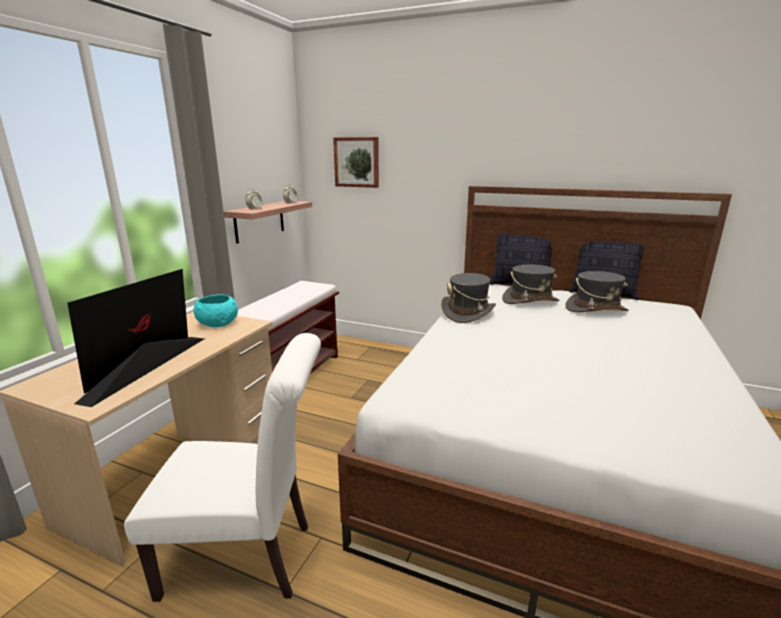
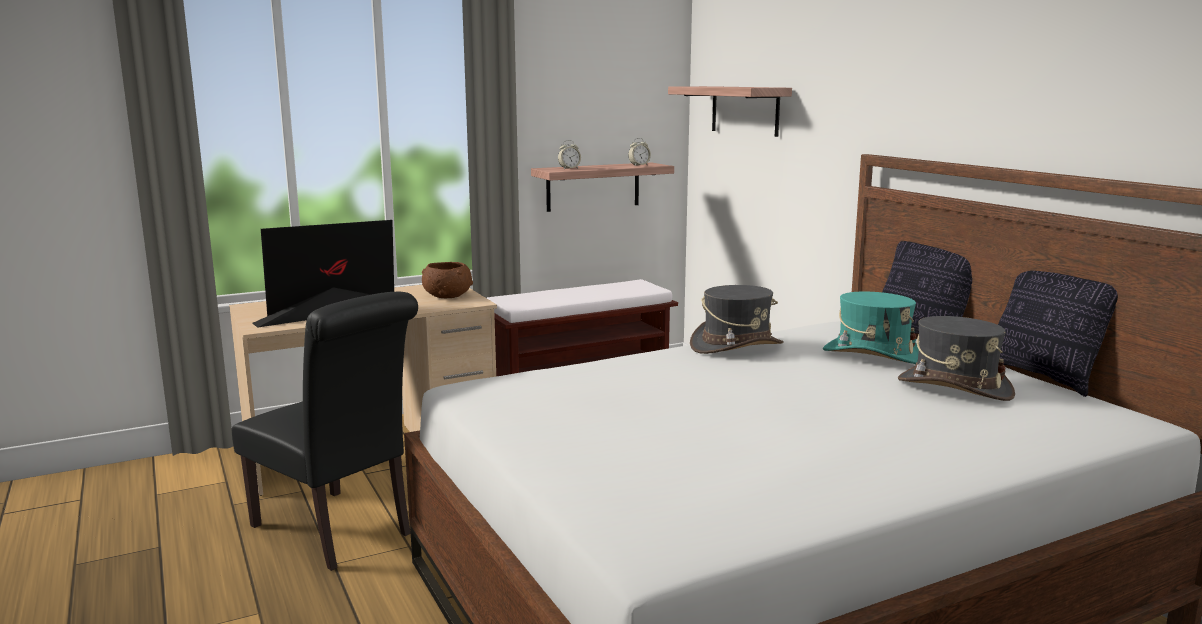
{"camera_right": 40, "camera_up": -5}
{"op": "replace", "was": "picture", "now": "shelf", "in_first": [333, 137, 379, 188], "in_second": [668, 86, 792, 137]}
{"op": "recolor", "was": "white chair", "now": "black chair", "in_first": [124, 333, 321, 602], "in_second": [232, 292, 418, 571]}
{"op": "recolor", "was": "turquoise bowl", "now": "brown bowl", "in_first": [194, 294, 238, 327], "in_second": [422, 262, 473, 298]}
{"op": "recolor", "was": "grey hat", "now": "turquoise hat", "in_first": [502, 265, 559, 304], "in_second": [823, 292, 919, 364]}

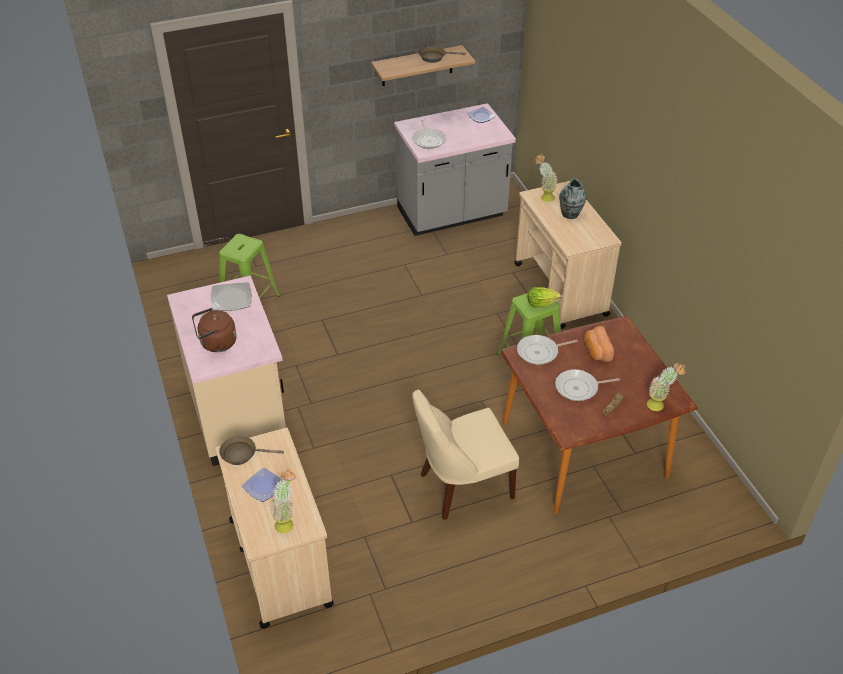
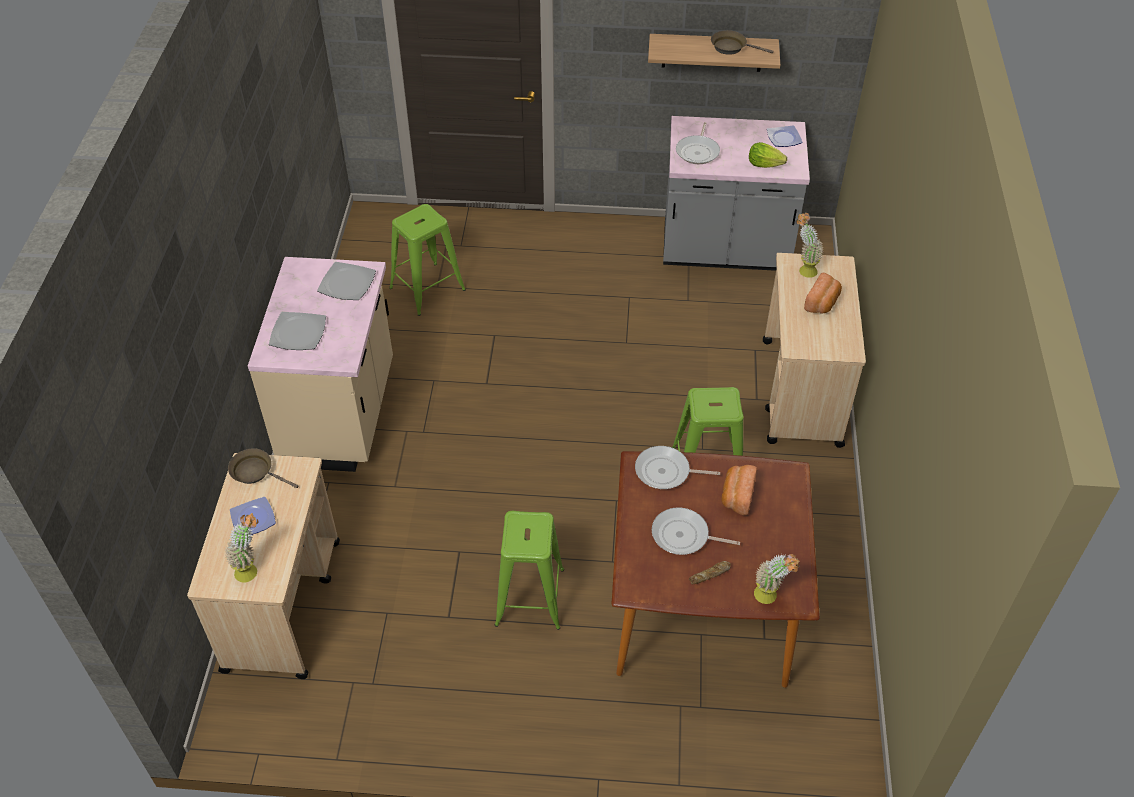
{"camera_right": 25, "camera_up": 5}
{"op": "move", "was": "lettuce", "in_first": [528, 287, 561, 308], "in_second": [749, 142, 787, 168]}
{"op": "replace", "was": "brown kettle", "now": "plate", "in_first": [192, 308, 237, 352], "in_second": [269, 312, 326, 350]}
{"op": "replace", "was": "beige chair", "now": "green stool", "in_first": [412, 389, 519, 520], "in_second": [495, 511, 564, 630]}
{"op": "replace", "was": "vase", "now": "bread", "in_first": [559, 177, 586, 219], "in_second": [804, 272, 842, 314]}

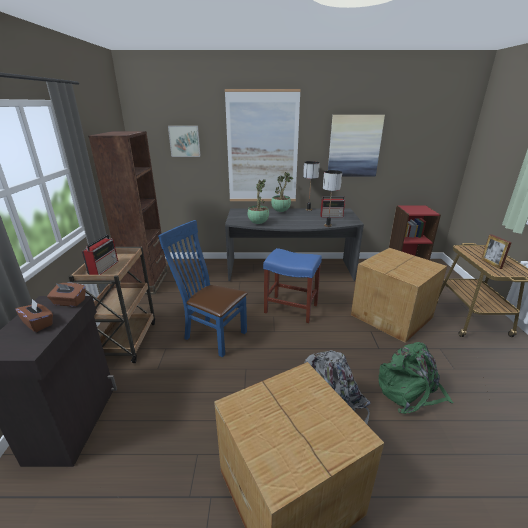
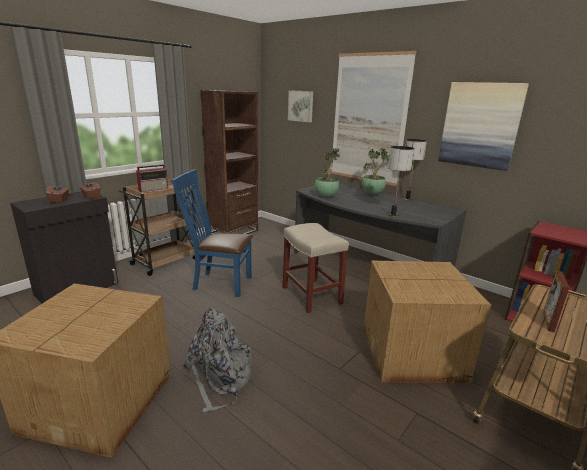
{"camera_right": 40, "camera_up": -5}
{"op": "delete", "was": "radio", "in_first": [320, 196, 345, 217]}
{"op": "delete", "was": "green backpack", "in_first": [379, 342, 454, 414]}
{"op": "recolor", "was": "blue stool", "now": "beige stool", "in_first": [263, 248, 322, 323], "in_second": [283, 223, 349, 313]}
{"op": "rotate", "was": "blue chair", "in_first": [158, 220, 248, 357], "in_second": [172, 169, 253, 297], "clockwise": -60}

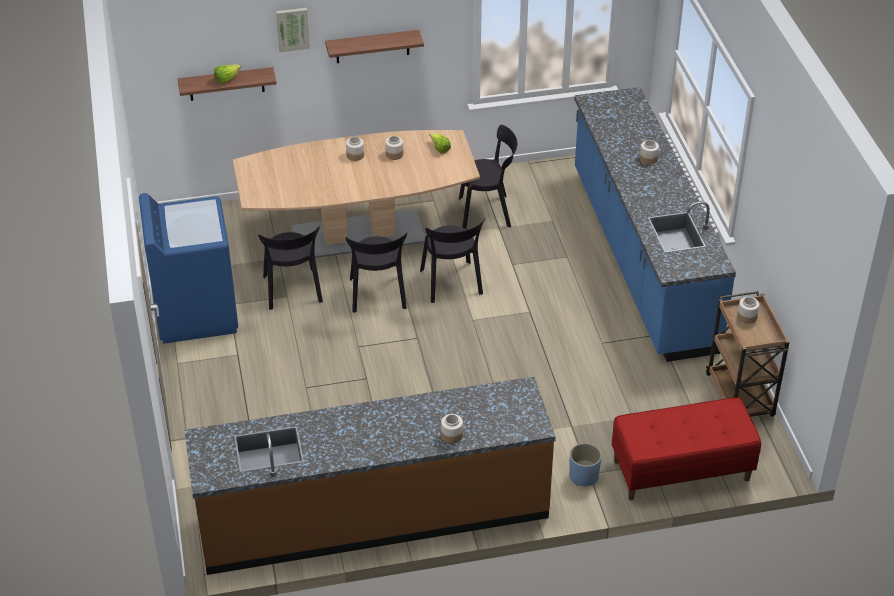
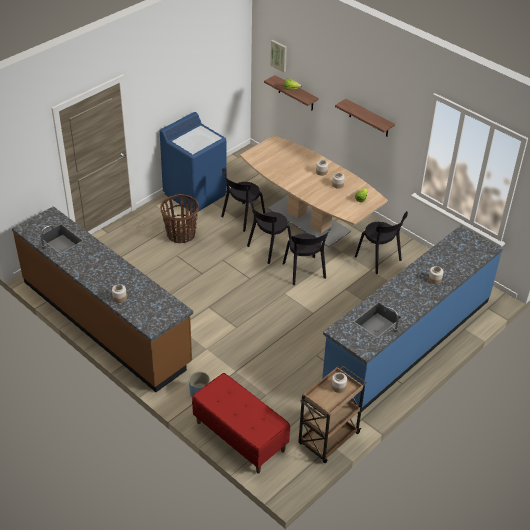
{"camera_right": 55, "camera_up": 0}
{"op": "insert", "now": "basket", "in_second": [160, 194, 199, 243]}
{"op": "move", "was": "picture", "in_first": [276, 8, 310, 52], "in_second": [270, 40, 287, 73]}
{"op": "rotate", "was": "black chair", "in_first": [420, 219, 485, 303], "in_second": [283, 229, 330, 285], "clockwise": -60}

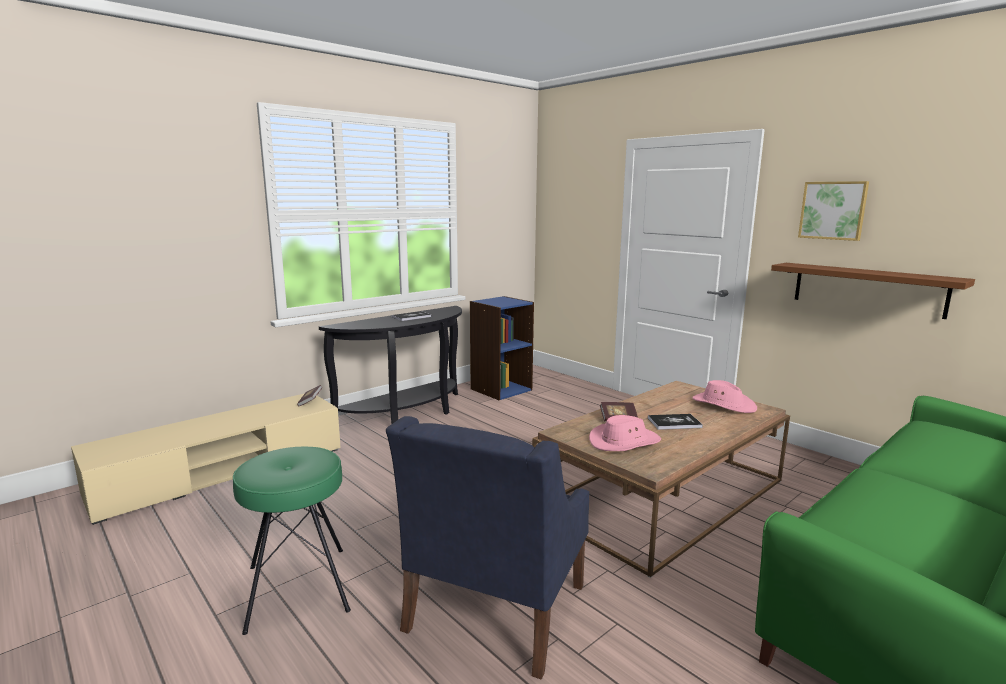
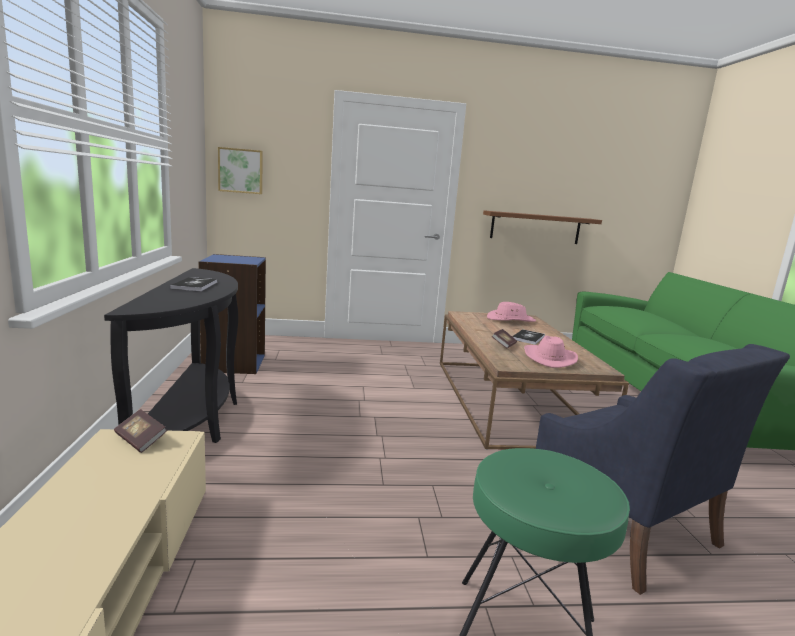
{"camera_right": -55, "camera_up": 0}
{"op": "move", "was": "picture", "in_first": [798, 181, 869, 241], "in_second": [218, 147, 263, 194]}

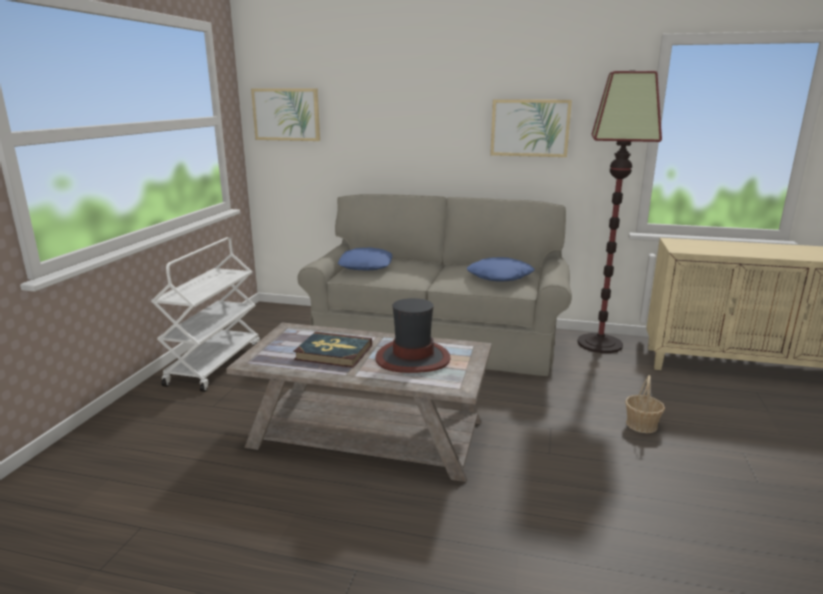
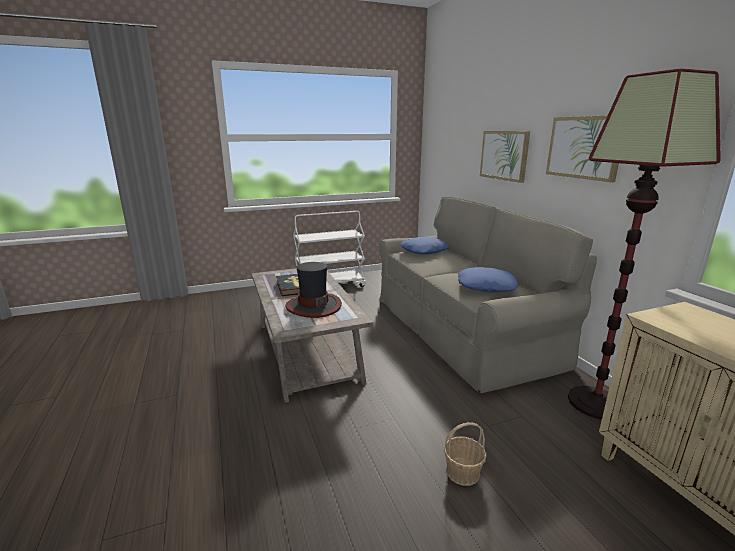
{"camera_right": 55, "camera_up": 0}
{"op": "move", "was": "picture", "in_first": [251, 88, 320, 141], "in_second": [480, 131, 530, 183]}

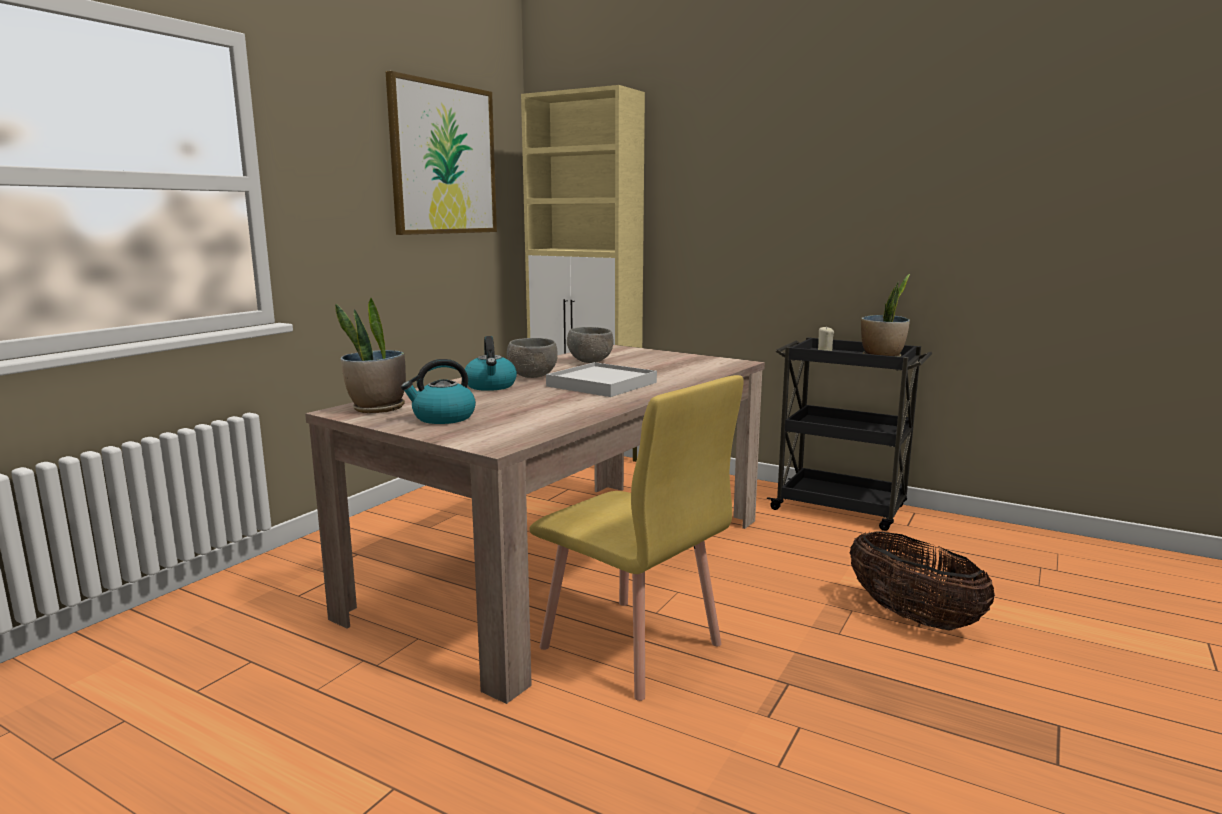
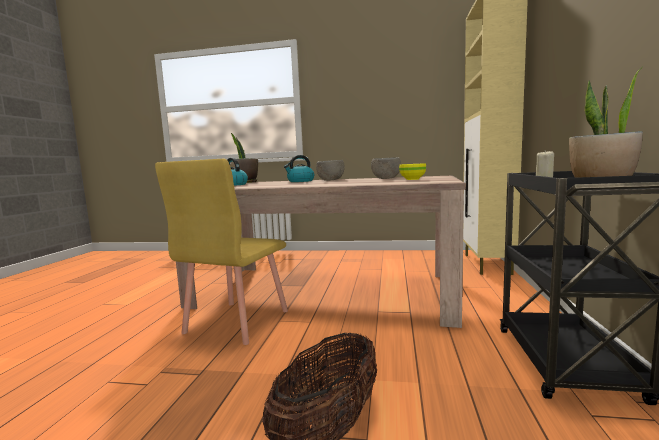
{"camera_right": 70, "camera_up": -5}
{"op": "delete", "was": "picture", "in_first": [386, 71, 497, 235]}
{"op": "delete", "was": "white tray", "in_first": [546, 362, 657, 397]}
{"op": "insert", "now": "yellow bowl", "in_second": [399, 163, 426, 180]}

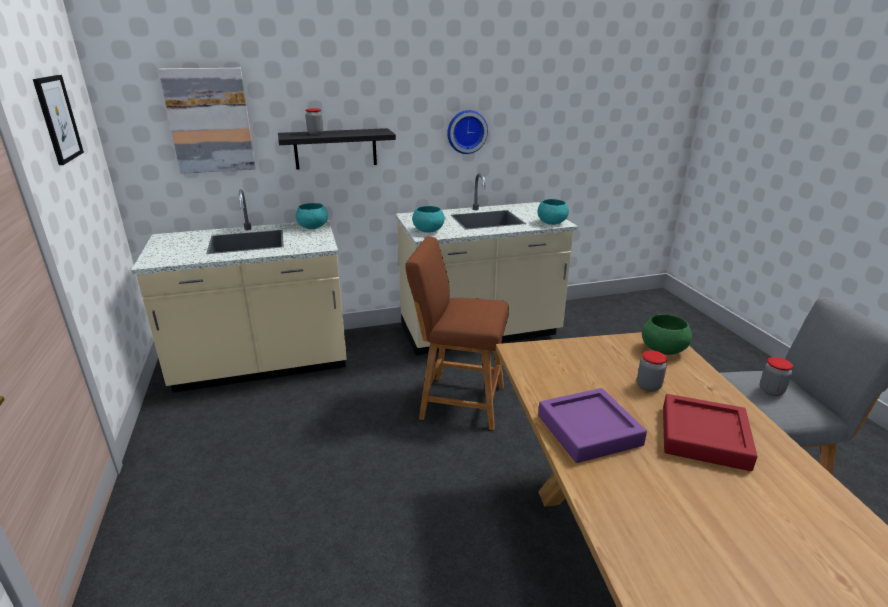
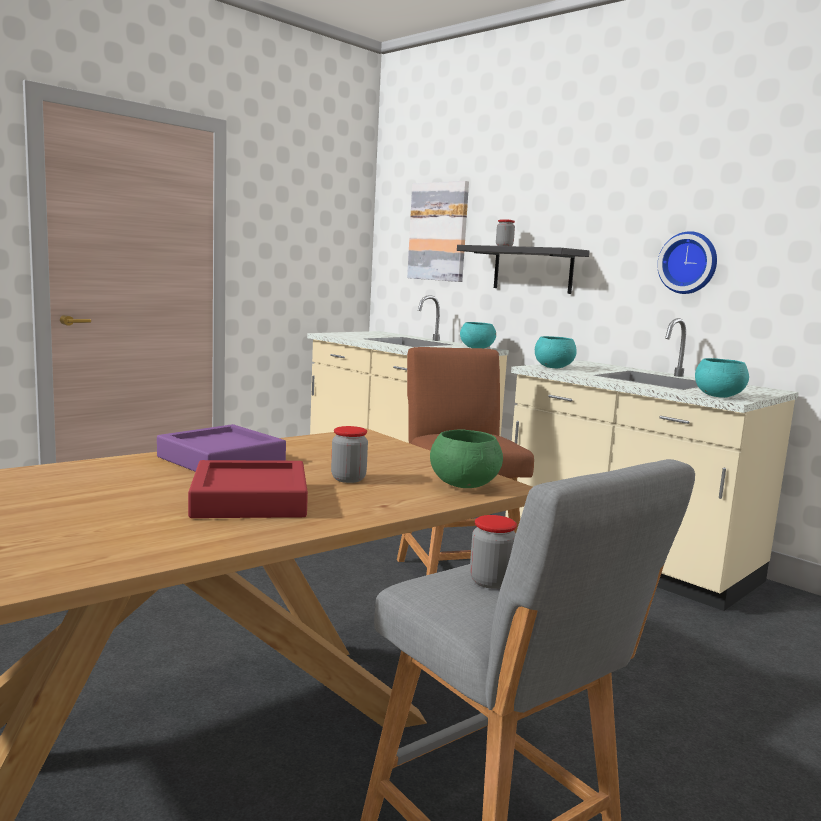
{"camera_right": 60, "camera_up": -15}
{"op": "delete", "was": "picture", "in_first": [33, 75, 84, 165]}

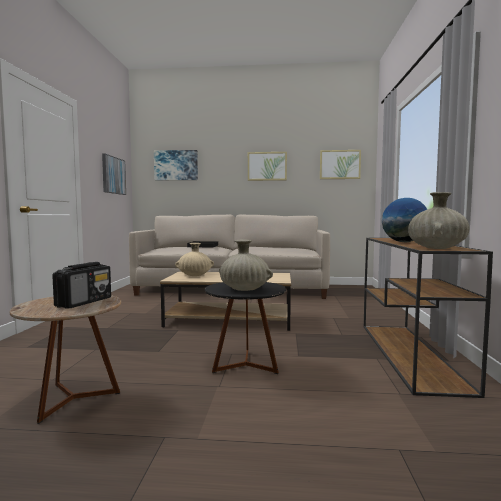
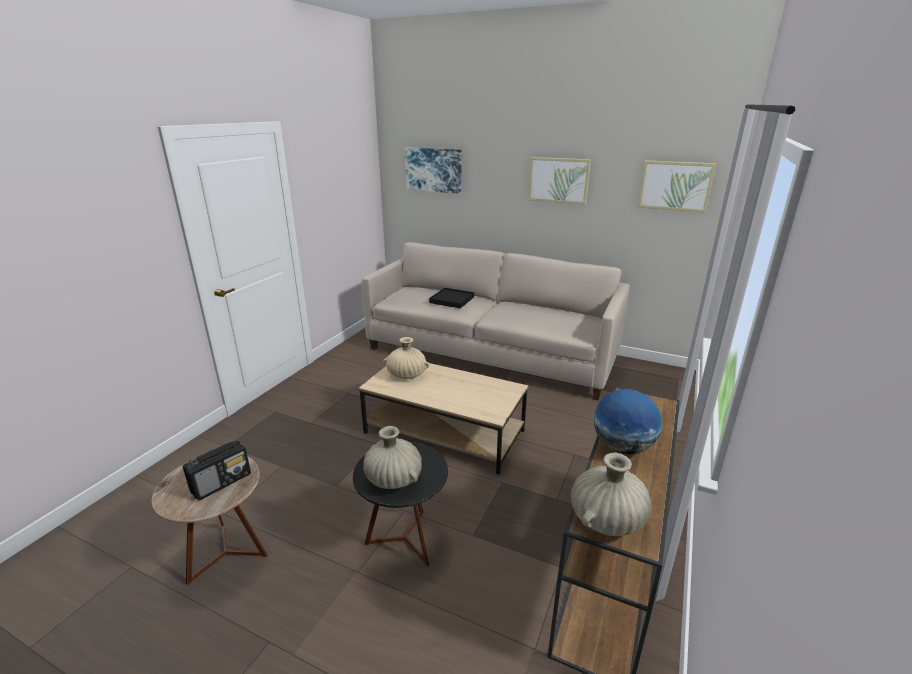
{"camera_right": 20, "camera_up": 20}
{"op": "delete", "was": "picture", "in_first": [102, 154, 126, 195]}

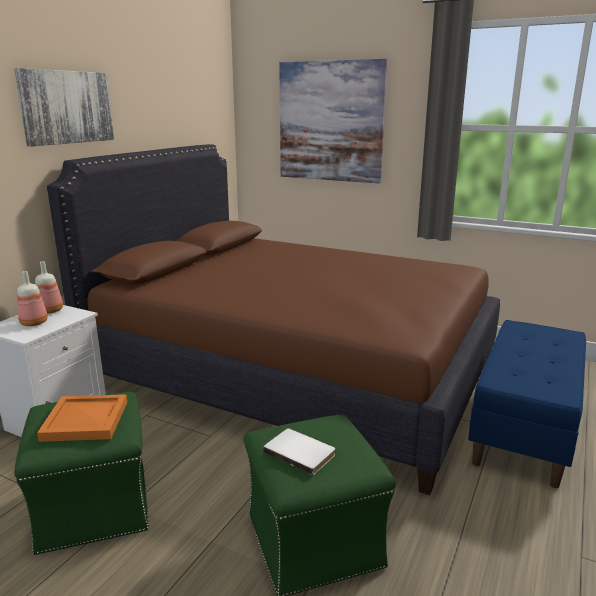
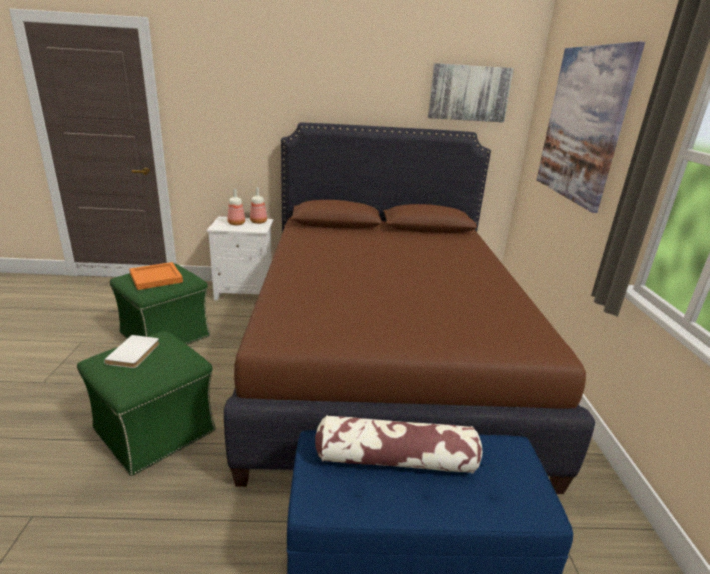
{"camera_right": 60, "camera_up": 5}
{"op": "insert", "now": "pillow", "in_second": [315, 415, 482, 473]}
{"op": "move", "was": "picture", "in_first": [14, 68, 114, 146], "in_second": [428, 63, 514, 122]}

